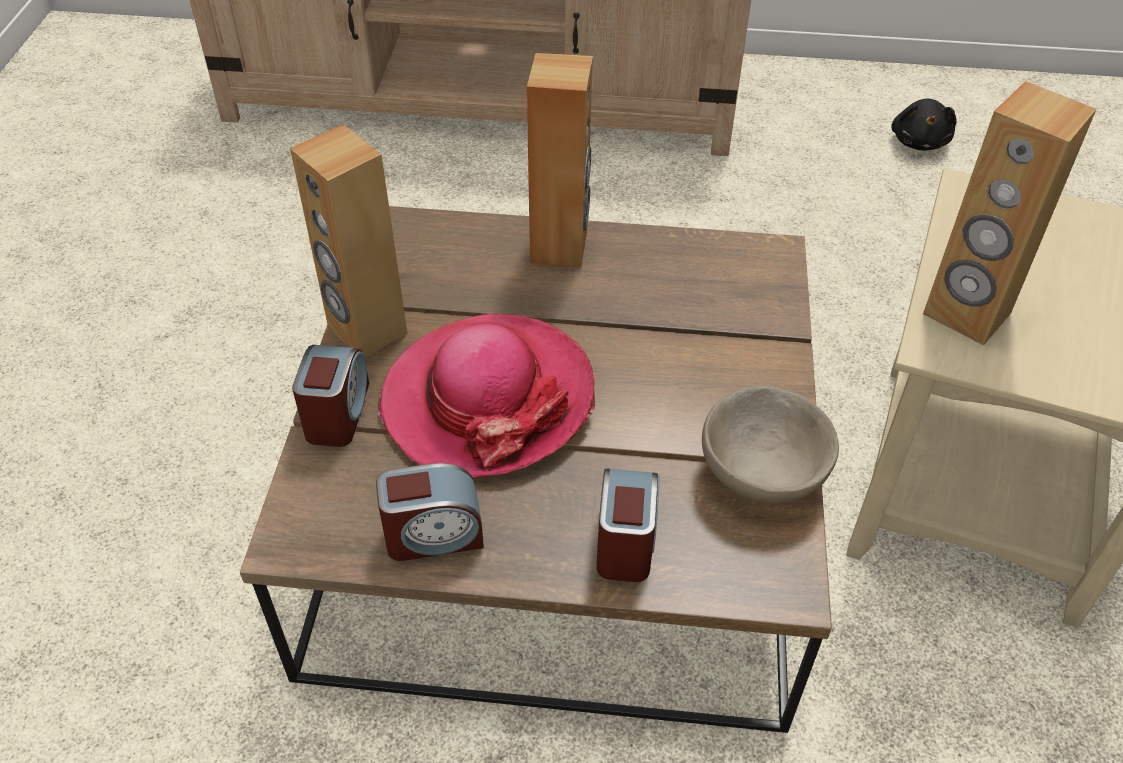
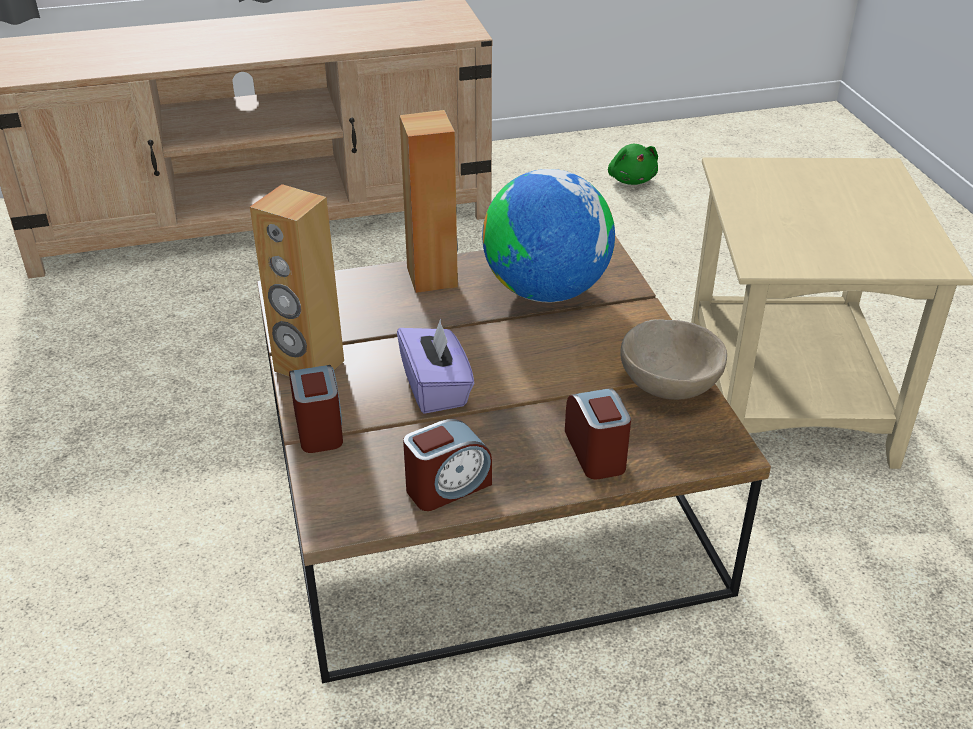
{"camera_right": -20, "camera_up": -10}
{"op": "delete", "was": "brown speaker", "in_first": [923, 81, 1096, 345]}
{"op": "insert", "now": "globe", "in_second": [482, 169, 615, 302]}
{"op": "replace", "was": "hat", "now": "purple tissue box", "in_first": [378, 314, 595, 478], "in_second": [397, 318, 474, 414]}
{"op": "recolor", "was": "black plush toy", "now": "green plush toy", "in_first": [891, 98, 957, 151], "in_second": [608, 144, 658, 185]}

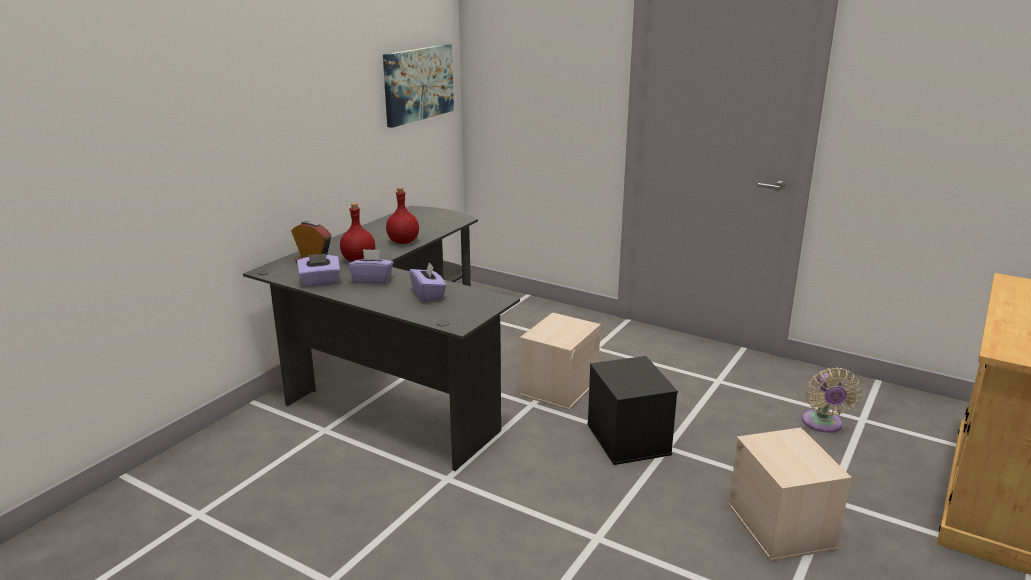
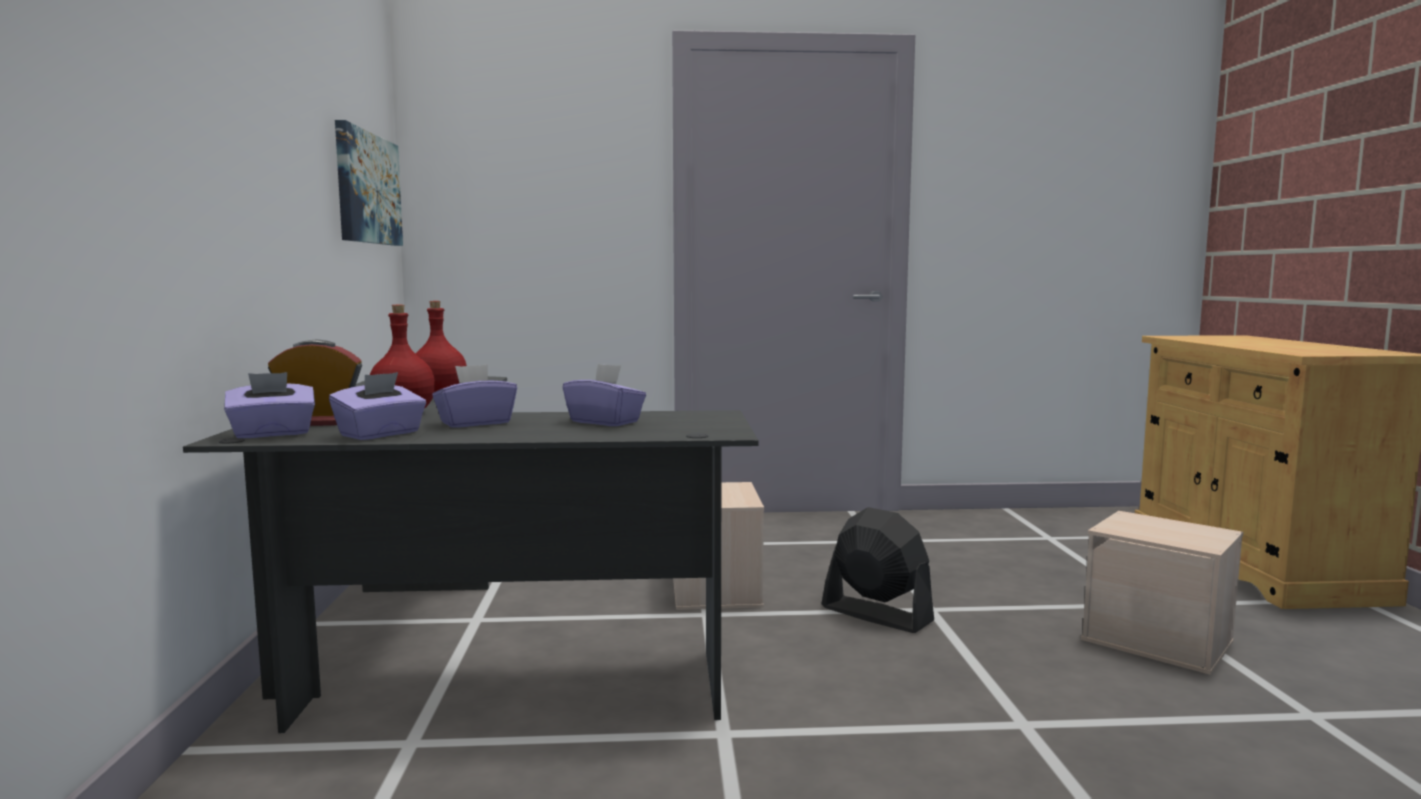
{"camera_right": -35, "camera_up": -15}
{"op": "delete", "was": "beige fan", "in_first": [802, 368, 862, 433]}
{"op": "insert", "now": "purple tissue box", "in_second": [224, 372, 315, 438]}
{"op": "replace", "was": "black storage box", "now": "black fan", "in_first": [587, 356, 678, 465], "in_second": [821, 507, 934, 633]}

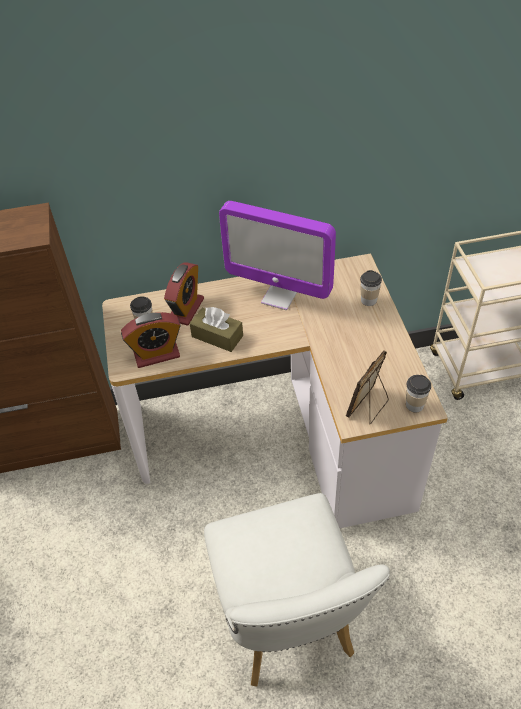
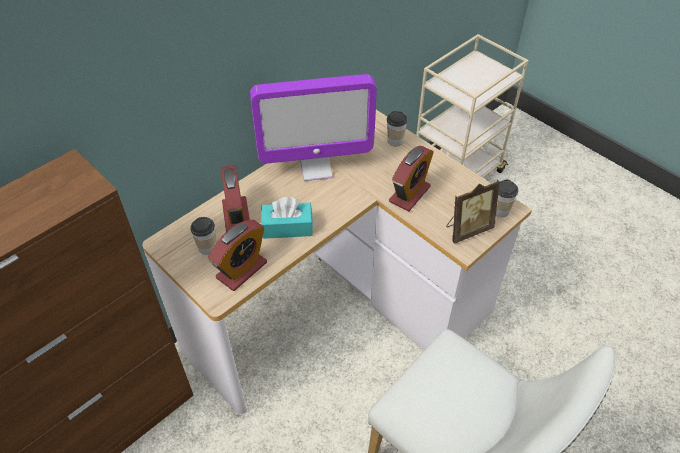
{"camera_right": -35, "camera_up": 0}
{"op": "insert", "now": "alarm clock", "in_second": [389, 146, 434, 211]}
{"op": "recolor", "was": "brown tissue box", "now": "turquoise tissue box", "in_first": [189, 307, 243, 352], "in_second": [261, 197, 313, 239]}
{"op": "rotate", "was": "picture frame", "in_first": [346, 350, 389, 424], "in_second": [446, 180, 500, 244], "clockwise": -120}

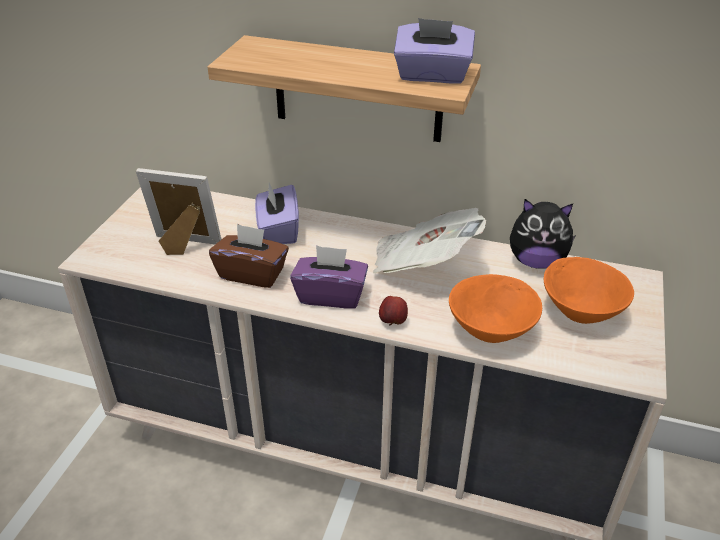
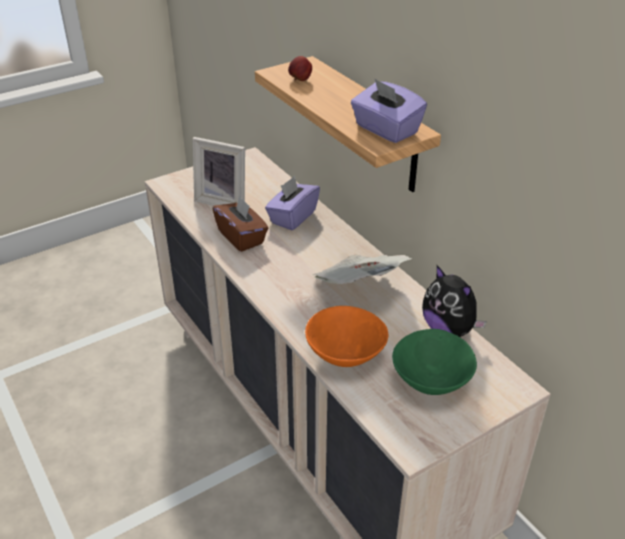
{"camera_right": 40, "camera_up": 0}
{"op": "delete", "was": "purple tissue box", "in_first": [290, 245, 368, 309]}
{"op": "move", "was": "apple", "in_first": [379, 296, 408, 325], "in_second": [288, 56, 312, 81]}
{"op": "recolor", "was": "orange bowl", "now": "green bowl", "in_first": [544, 257, 634, 324], "in_second": [392, 329, 477, 395]}
{"op": "rotate", "was": "picture frame", "in_first": [136, 168, 222, 255], "in_second": [193, 137, 245, 206], "clockwise": 150}

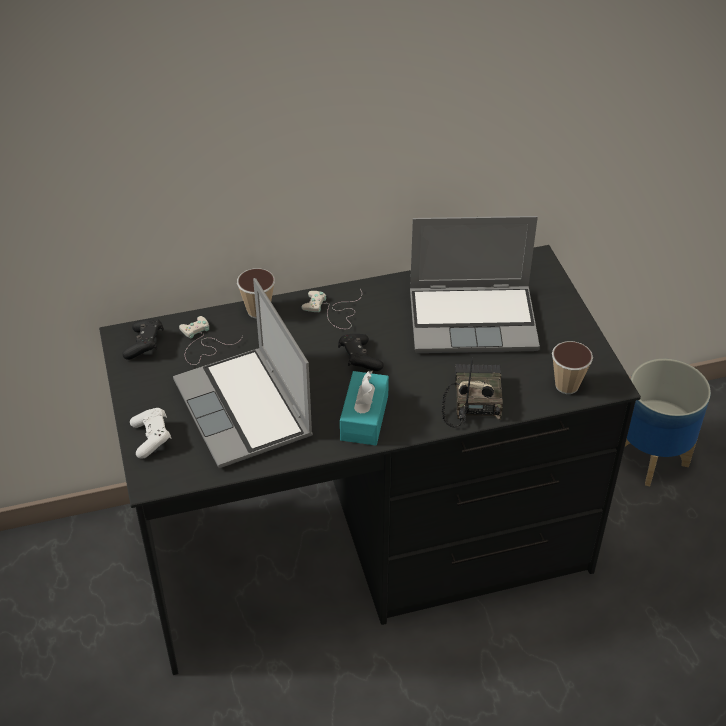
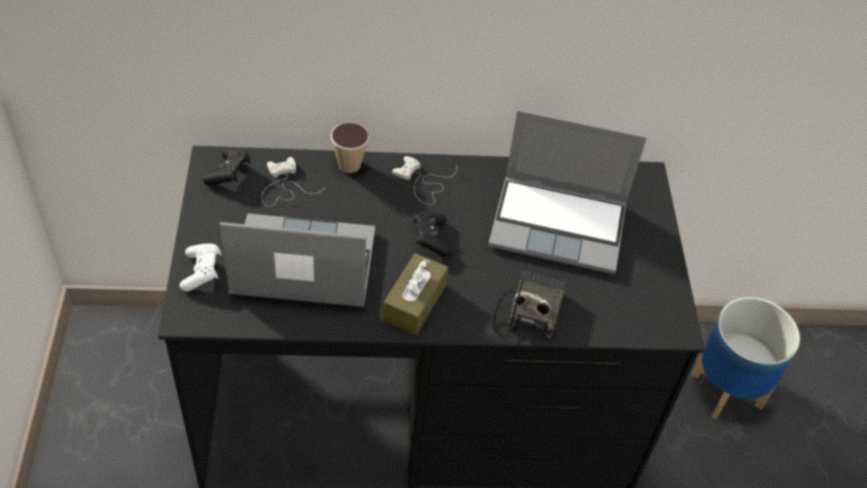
{"camera_right": 10, "camera_up": 5}
{"op": "delete", "was": "cup", "in_first": [552, 341, 593, 394]}
{"op": "recolor", "was": "turquoise tissue box", "now": "brown tissue box", "in_first": [340, 371, 389, 445], "in_second": [383, 253, 448, 335]}
{"op": "rotate", "was": "laptop", "in_first": [173, 278, 313, 468], "in_second": [220, 213, 375, 307], "clockwise": 105}

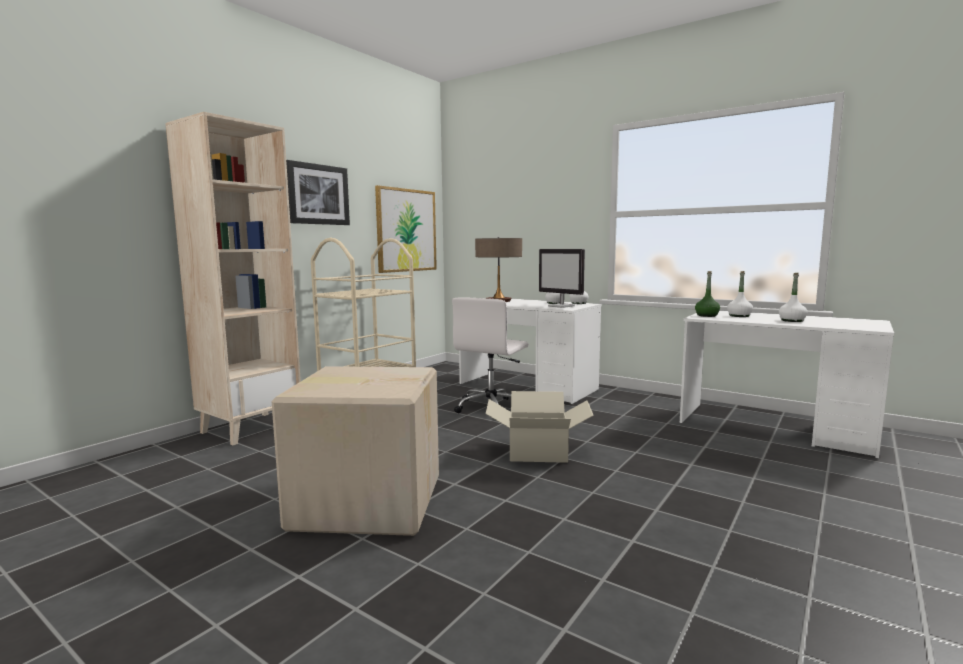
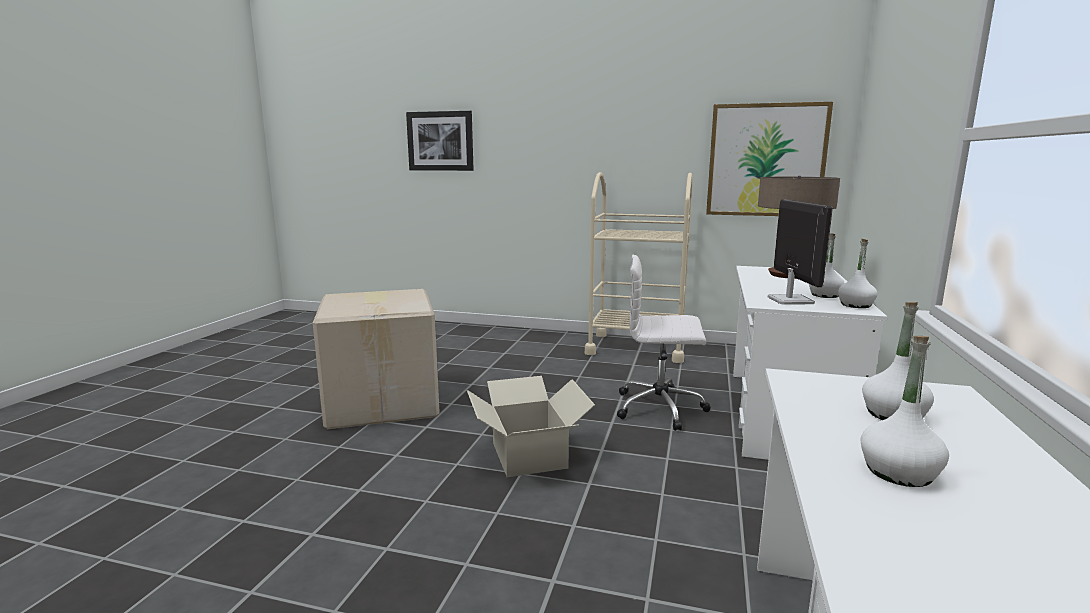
{"camera_right": 70, "camera_up": 5}
{"op": "delete", "was": "beige bookcase", "in_first": [165, 112, 301, 445]}
{"op": "delete", "was": "green bottle", "in_first": [695, 271, 720, 317]}
{"op": "move", "was": "picture", "in_first": [286, 160, 350, 225], "in_second": [406, 111, 474, 171]}
{"op": "rotate", "was": "monitor", "in_first": [539, 249, 585, 308], "in_second": [768, 199, 833, 305], "clockwise": 150}

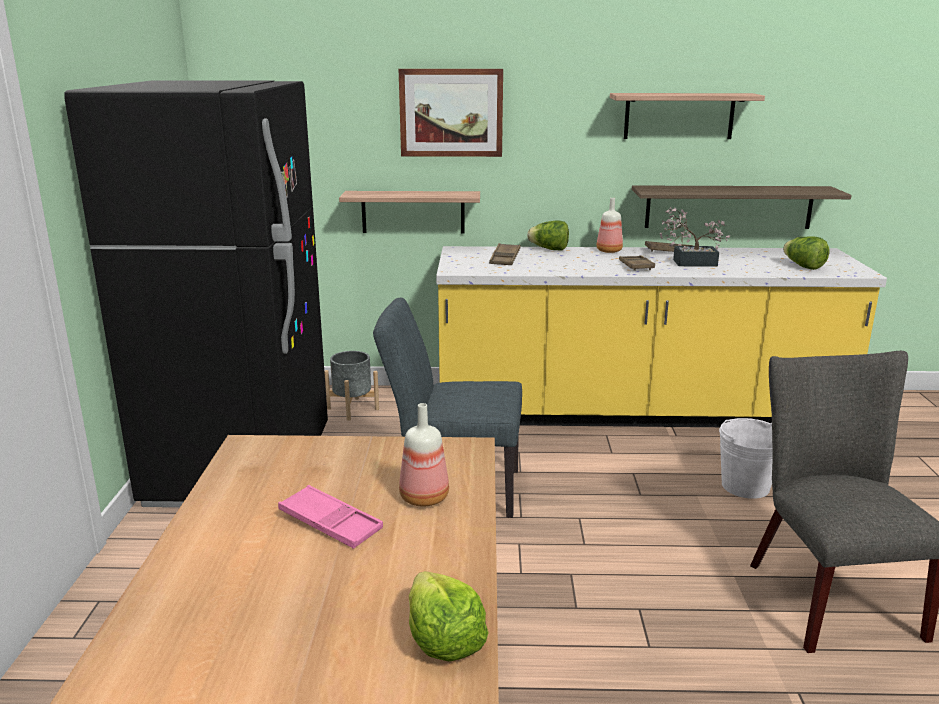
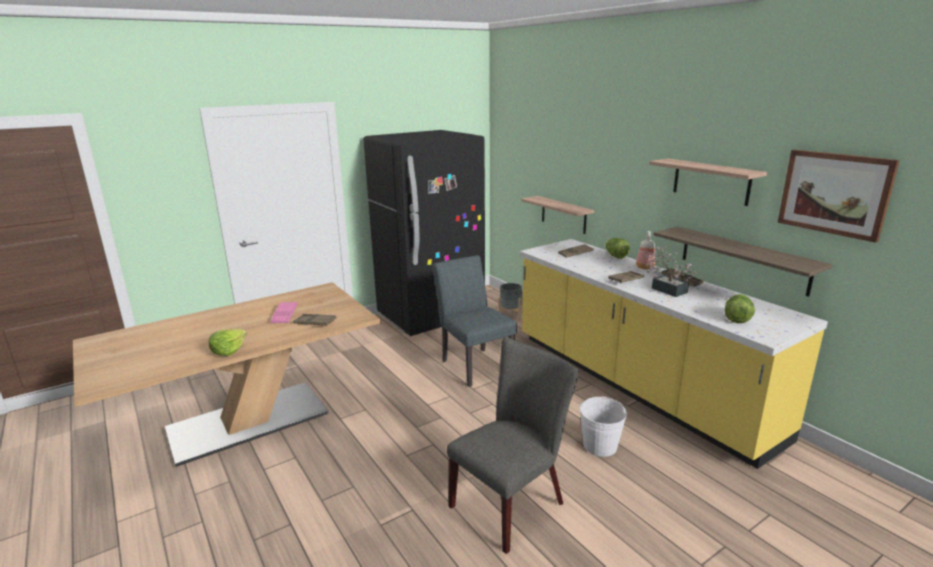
{"camera_right": 55, "camera_up": 0}
{"op": "move", "was": "picture", "in_first": [399, 69, 503, 157], "in_second": [777, 150, 900, 243]}
{"op": "replace", "was": "bottle", "now": "brown tray", "in_first": [399, 403, 449, 507], "in_second": [293, 314, 336, 326]}

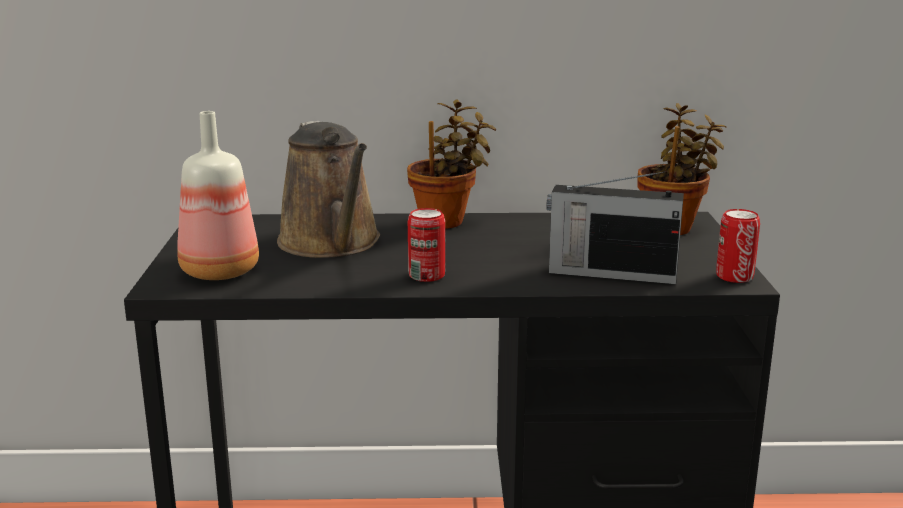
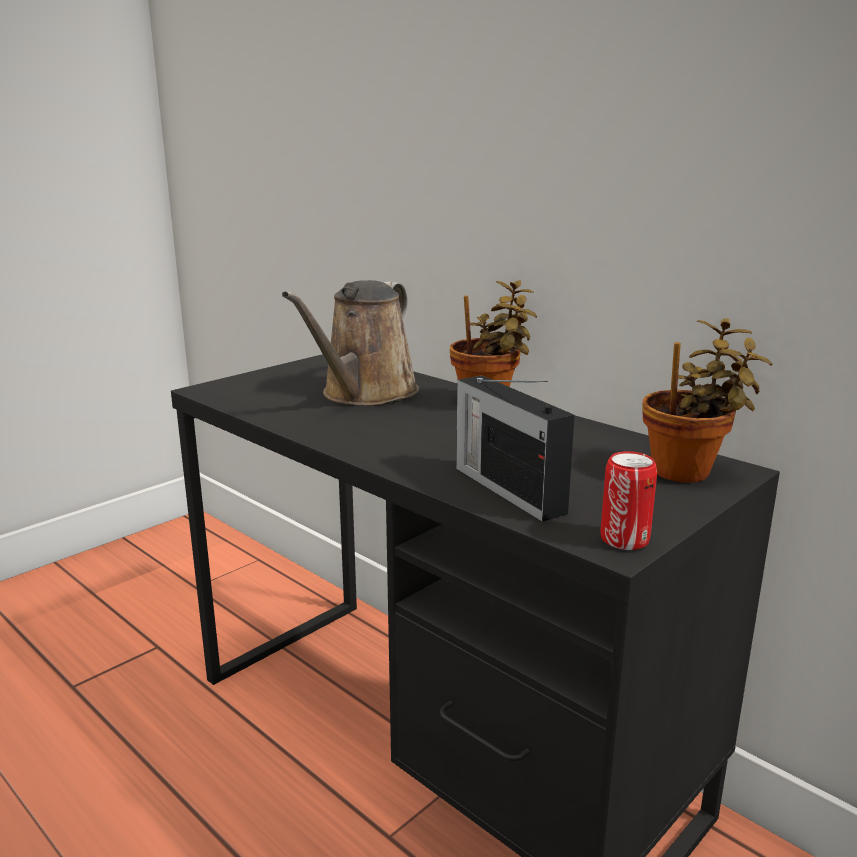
{"camera_right": 45, "camera_up": 0}
{"op": "delete", "was": "bottle", "in_first": [177, 111, 259, 280]}
{"op": "delete", "was": "can", "in_first": [408, 208, 445, 282]}

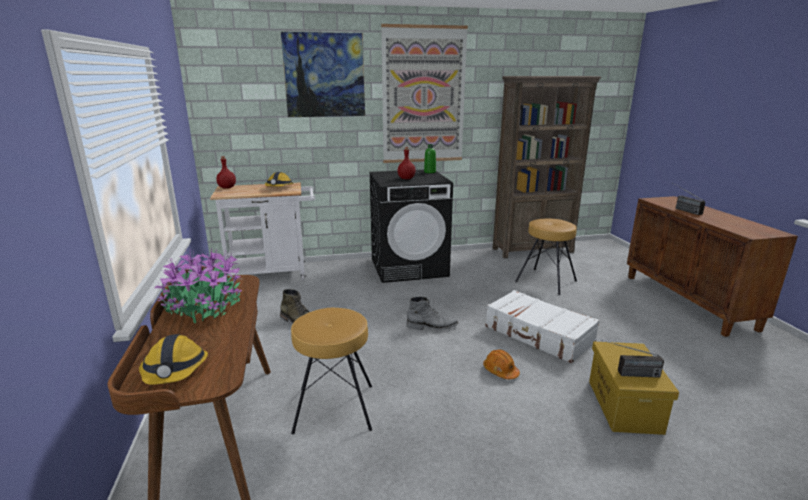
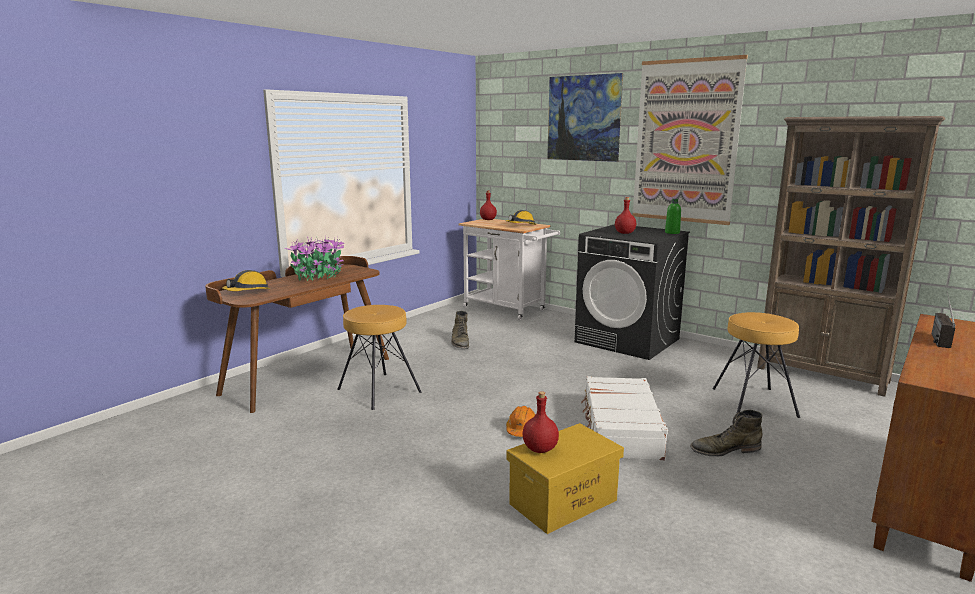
{"camera_right": 50, "camera_up": -5}
{"op": "delete", "was": "grey boot", "in_first": [406, 297, 458, 330]}
{"op": "insert", "now": "green boot", "in_second": [690, 410, 763, 457]}
{"op": "replace", "was": "radio", "now": "red bottle", "in_first": [602, 340, 664, 378], "in_second": [523, 391, 559, 453]}

